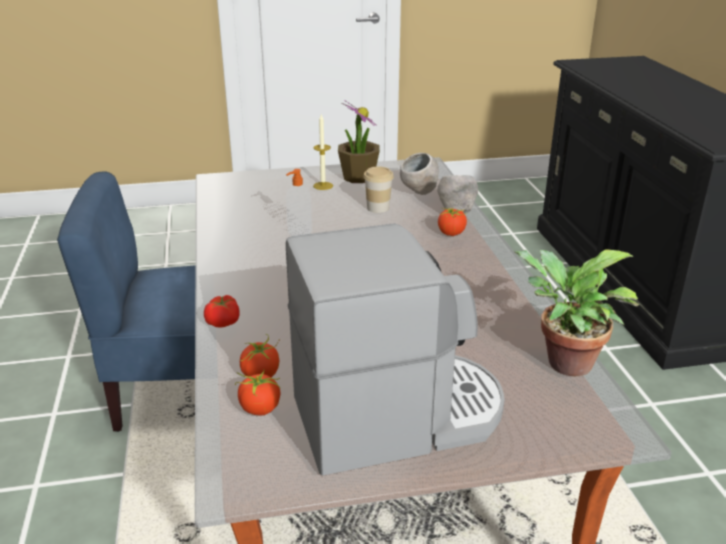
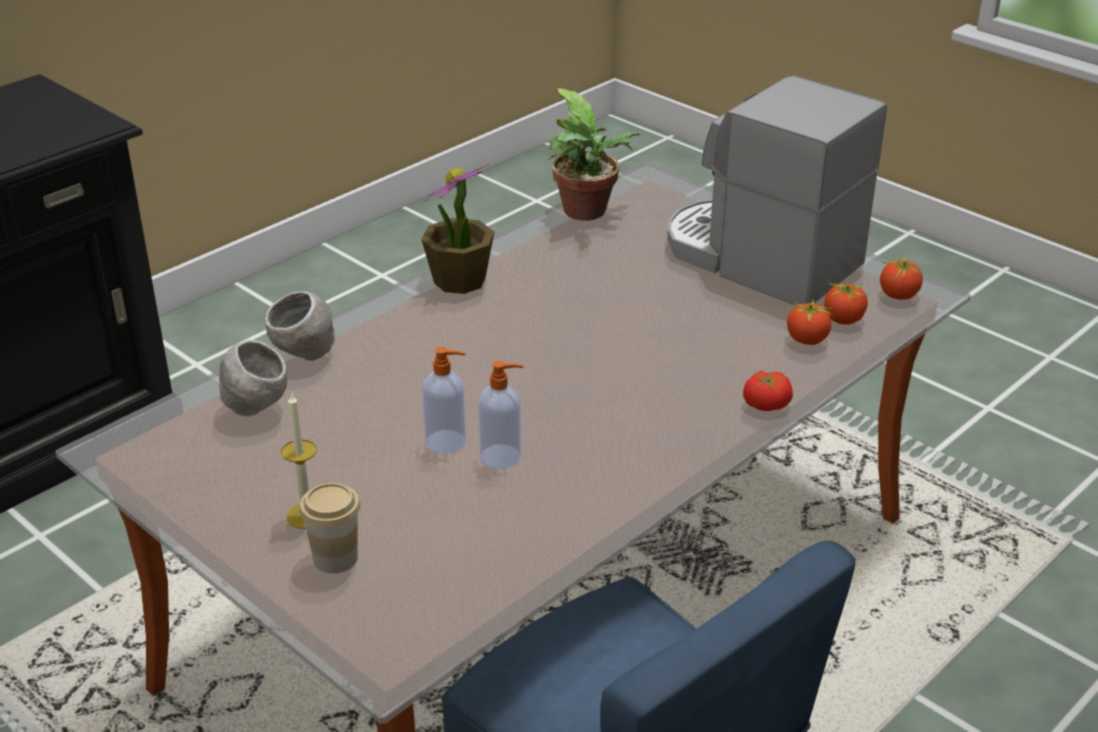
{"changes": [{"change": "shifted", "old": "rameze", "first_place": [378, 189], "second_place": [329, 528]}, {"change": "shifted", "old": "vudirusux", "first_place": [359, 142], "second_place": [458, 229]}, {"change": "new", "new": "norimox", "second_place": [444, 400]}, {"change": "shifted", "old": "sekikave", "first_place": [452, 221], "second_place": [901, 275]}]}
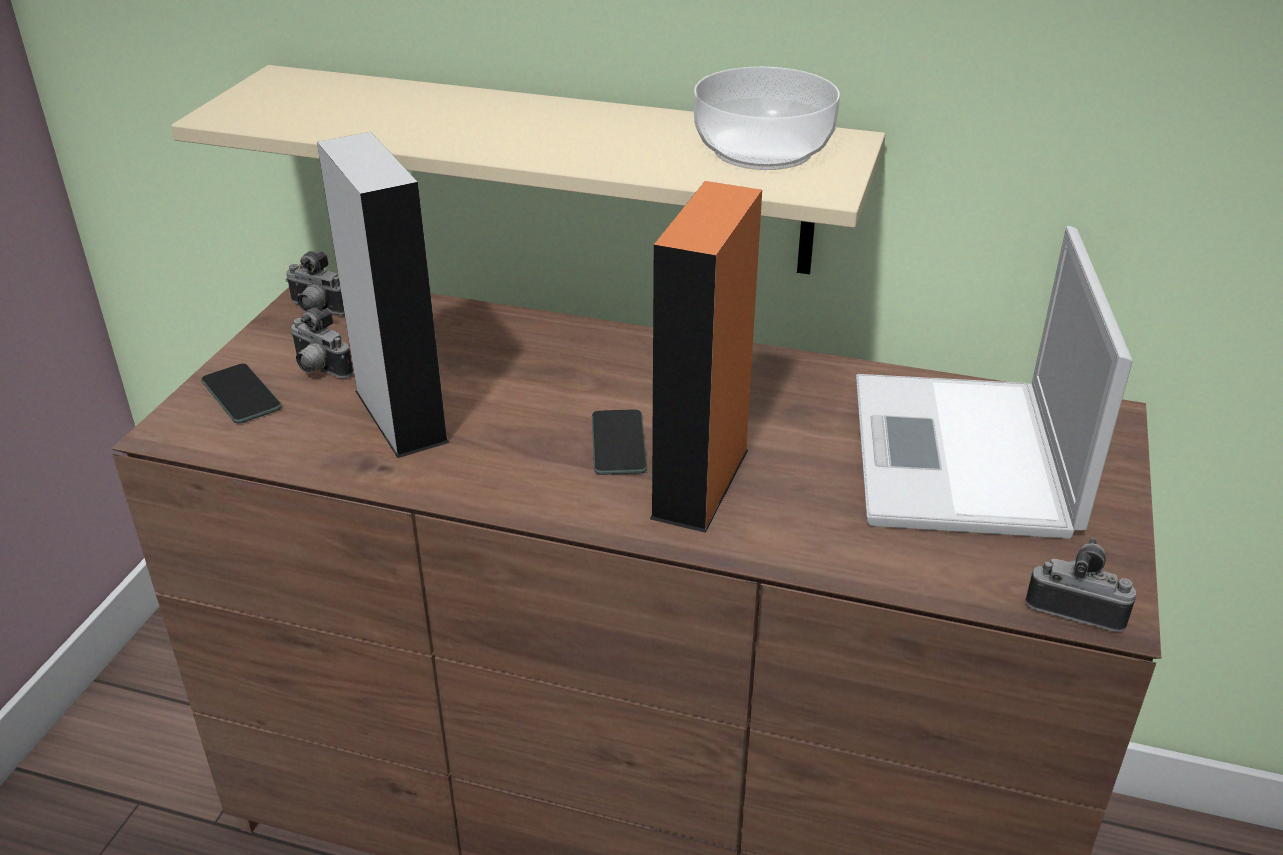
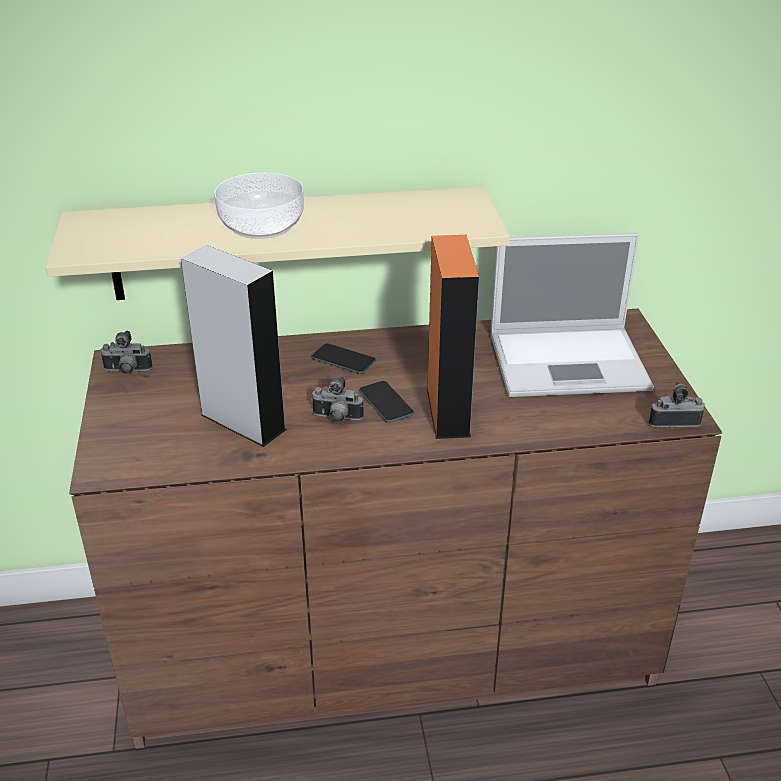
{"changes": [{"change": "shifted", "old": "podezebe", "first_place": [767, 118], "second_place": [259, 206]}, {"change": "shifted", "old": "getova", "first_place": [241, 394], "second_place": [343, 358]}, {"change": "shifted", "old": "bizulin", "first_place": [322, 343], "second_place": [337, 399]}, {"change": "rotated", "old": "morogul", "first_place": [994, 382], "second_place": [572, 315], "degrees": -75}]}
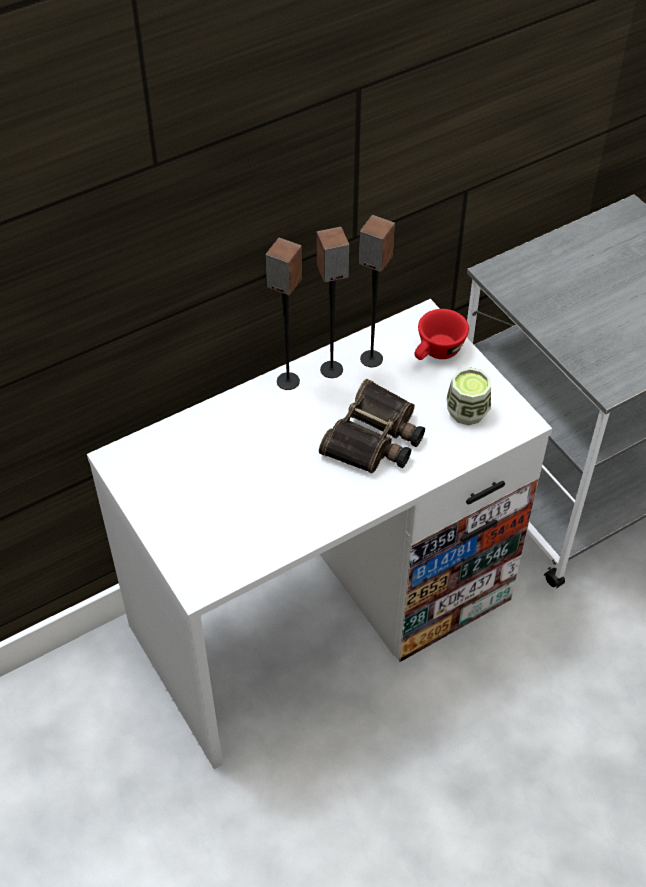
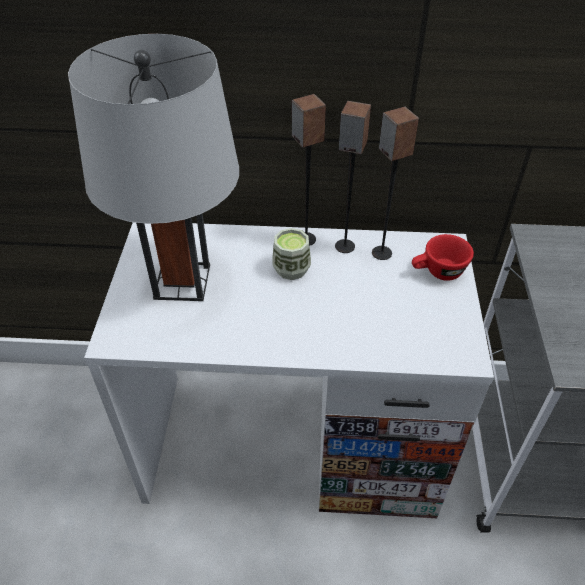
{"changes": [{"change": "new", "new": "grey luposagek", "second_place": [153, 167]}, {"change": "shifted", "old": "rameze", "first_place": [468, 396], "second_place": [291, 254]}, {"change": "gone", "old": "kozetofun", "first_place": [372, 426]}]}
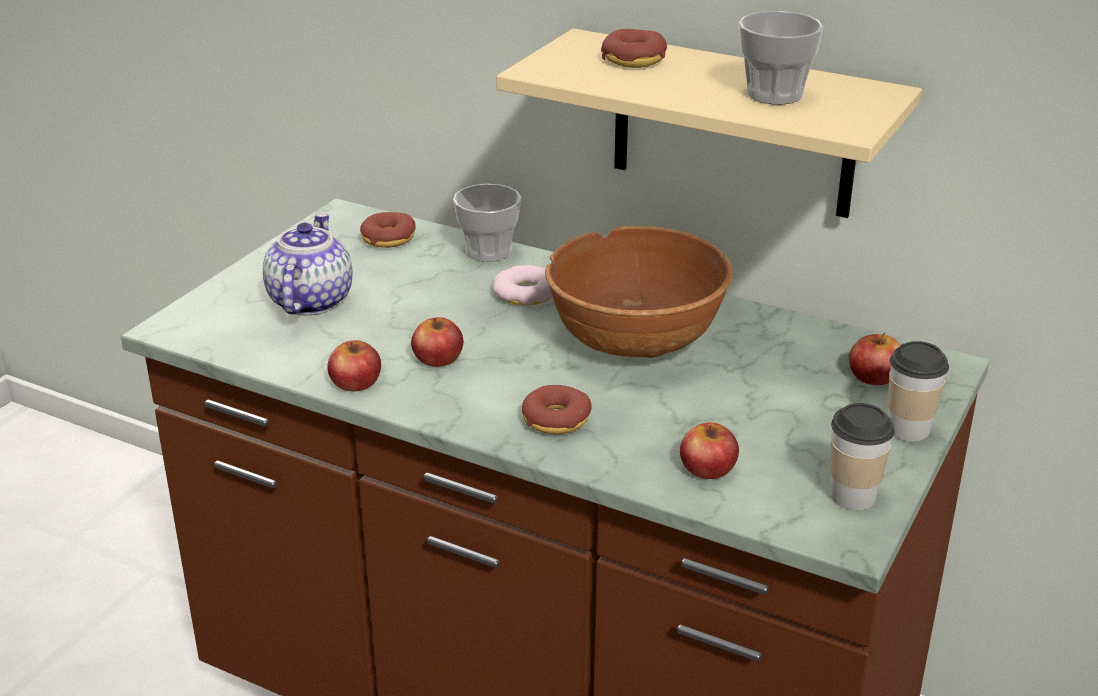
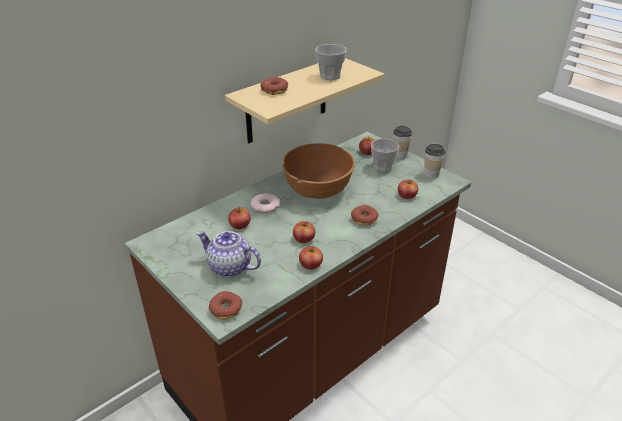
{"changes": [{"change": "shifted", "old": "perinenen", "first_place": [388, 230], "second_place": [225, 305]}, {"change": "new", "new": "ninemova", "second_place": [239, 218]}, {"change": "shifted", "old": "rameze", "first_place": [487, 223], "second_place": [385, 155]}]}
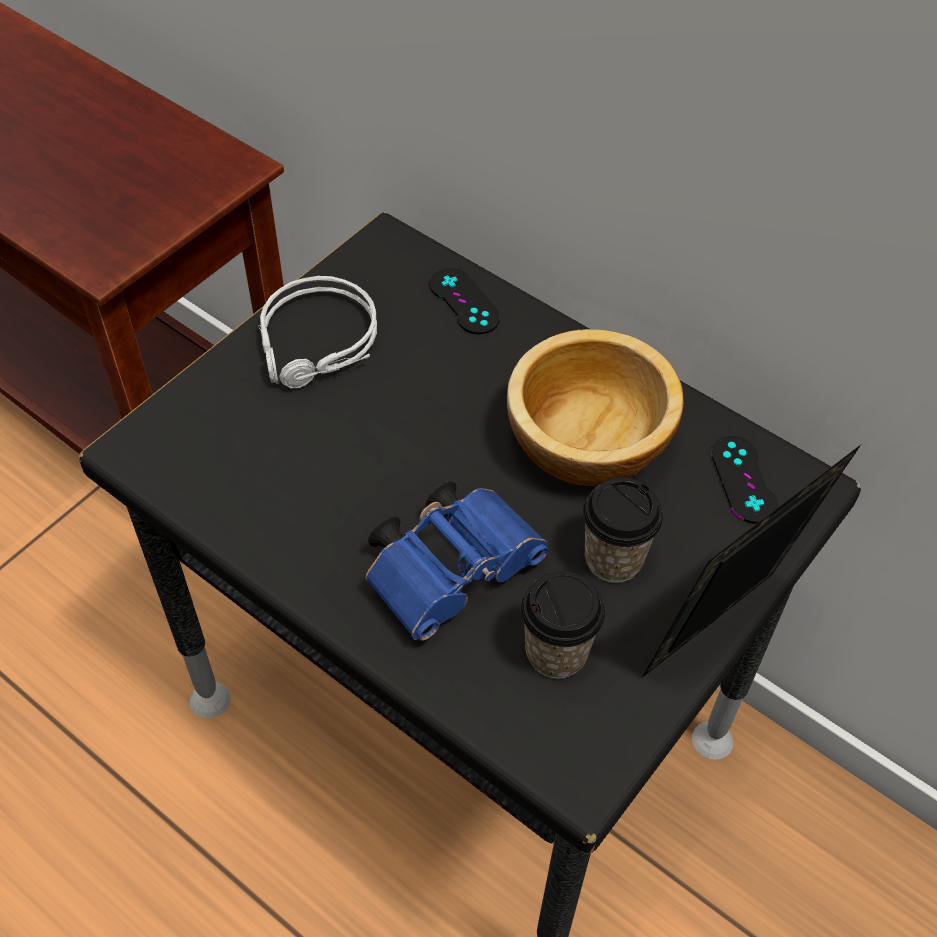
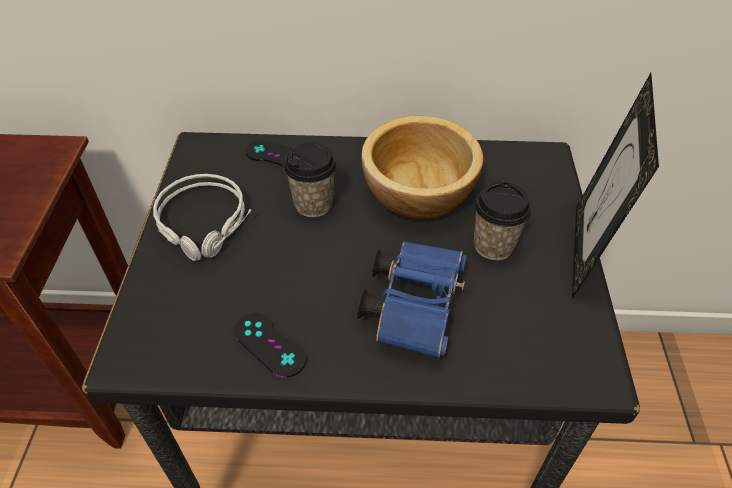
{"changes": [{"change": "shifted", "old": "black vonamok", "first_place": [744, 480], "second_place": [270, 345]}, {"change": "shifted", "old": "rameze", "first_place": [563, 625], "second_place": [310, 179]}]}
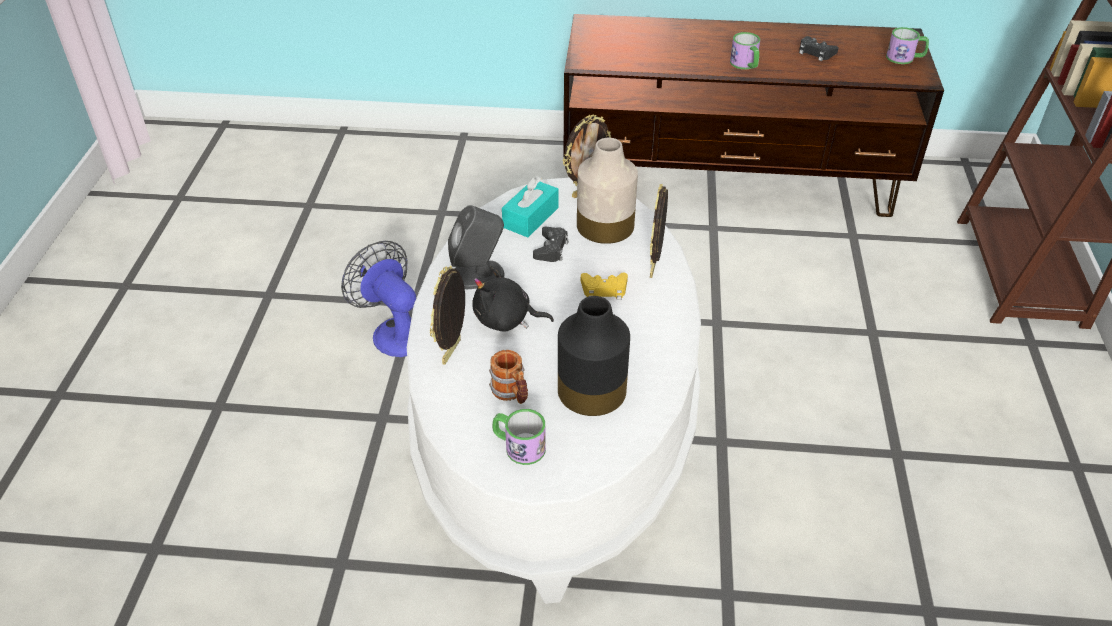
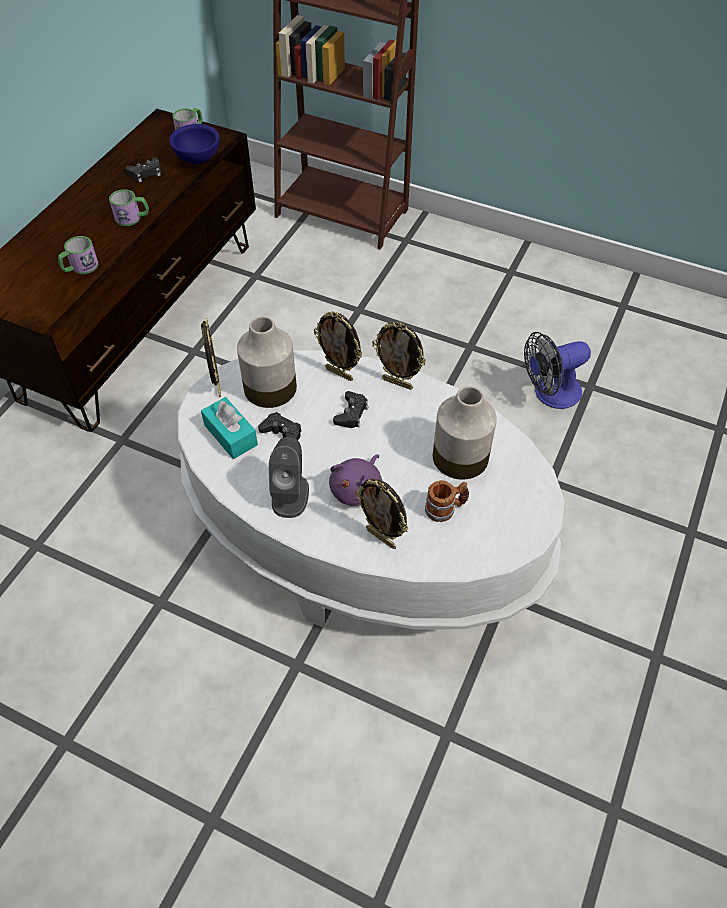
{"changes": [{"change": "shifted", "old": "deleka", "first_place": [519, 437], "second_place": [78, 255]}, {"change": "new", "new": "blue podezebe", "second_place": [194, 144]}, {"change": "repainted", "old": "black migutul", "new": "purple migutul", "first_place": [513, 299], "second_place": [355, 480]}, {"change": "repainted", "old": "yellow vonamok", "new": "black vonamok", "first_place": [604, 286], "second_place": [350, 409]}, {"change": "new", "new": "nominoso", "second_place": [399, 356]}, {"change": "repainted", "old": "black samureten", "new": "beige samureten", "first_place": [594, 356], "second_place": [465, 433]}, {"change": "shifted", "old": "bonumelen", "first_place": [378, 299], "second_place": [557, 370]}]}
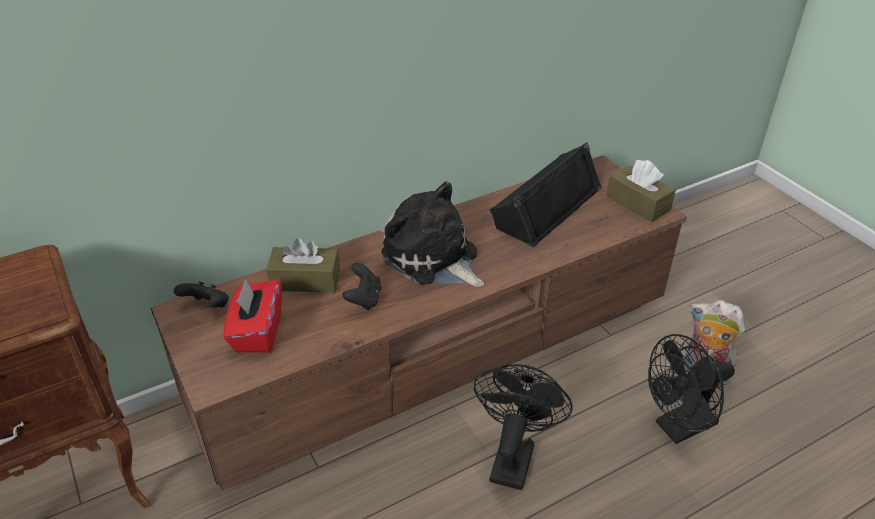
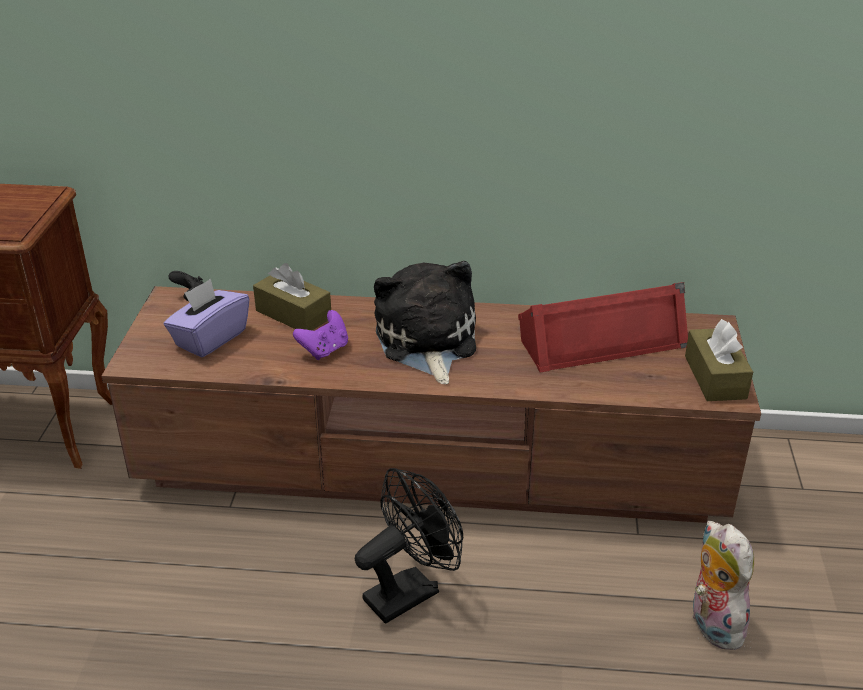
{"changes": [{"change": "repainted", "old": "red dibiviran", "new": "purple dibiviran", "first_place": [252, 315], "second_place": [207, 318]}, {"change": "repainted", "old": "black vonamok", "new": "purple vonamok", "first_place": [362, 286], "second_place": [320, 335]}, {"change": "repainted", "old": "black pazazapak", "new": "red pazazapak", "first_place": [546, 195], "second_place": [603, 327]}, {"change": "gone", "old": "black bonumelen", "first_place": [691, 389]}]}
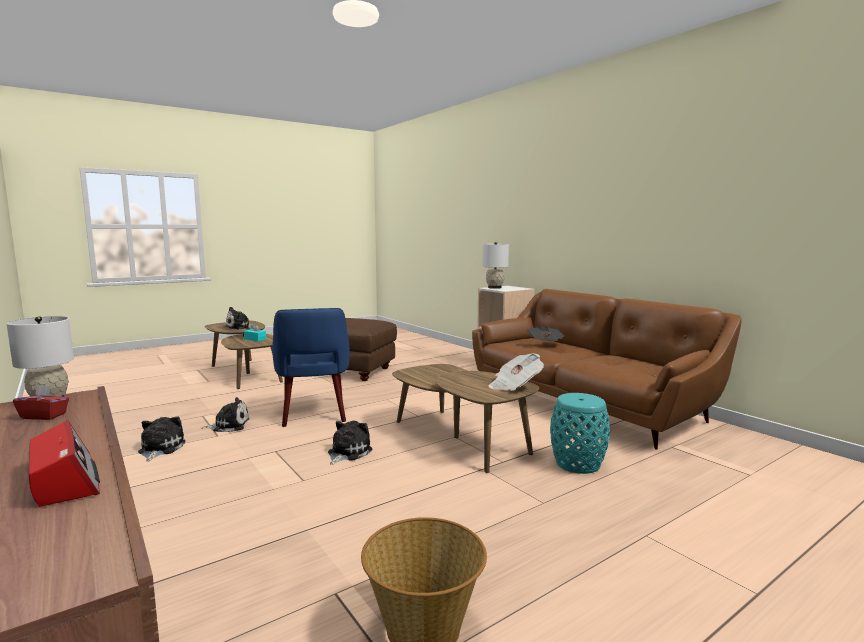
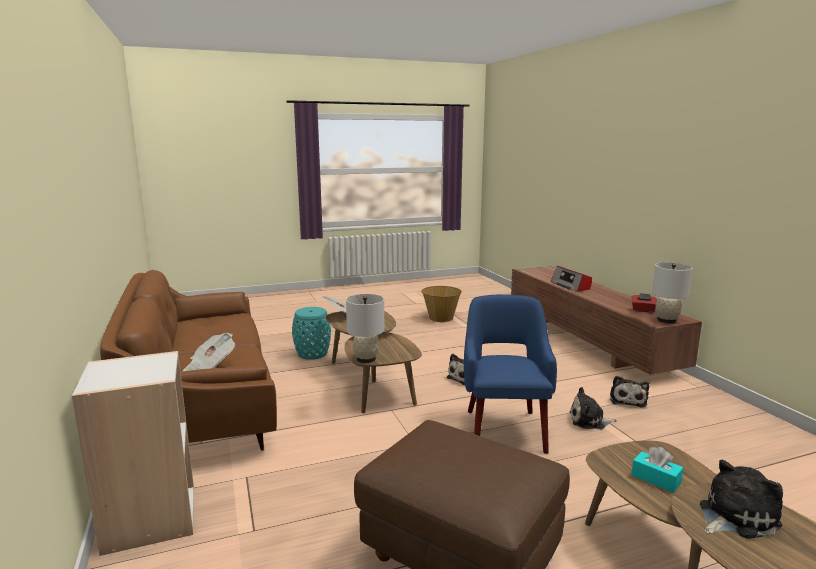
{"changes": [{"change": "shifted", "old": "white luposagek", "first_place": [495, 265], "second_place": [365, 328]}]}
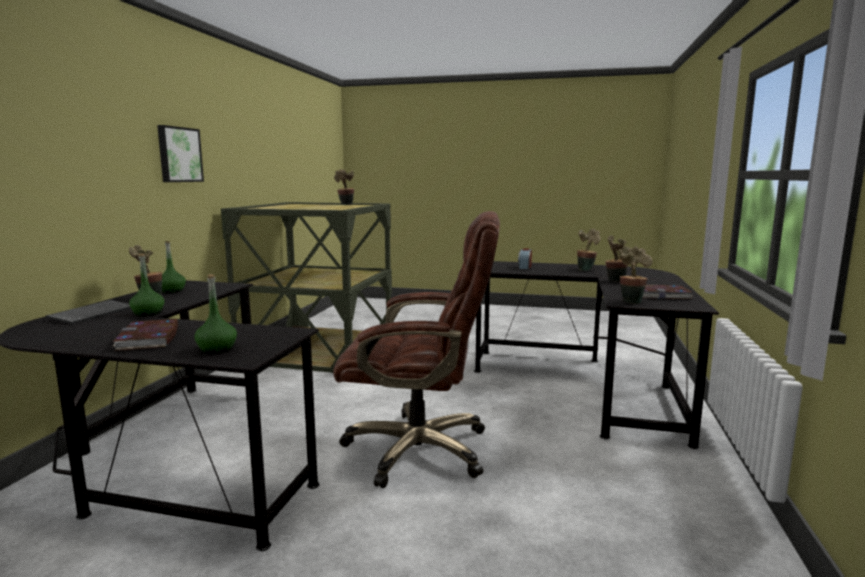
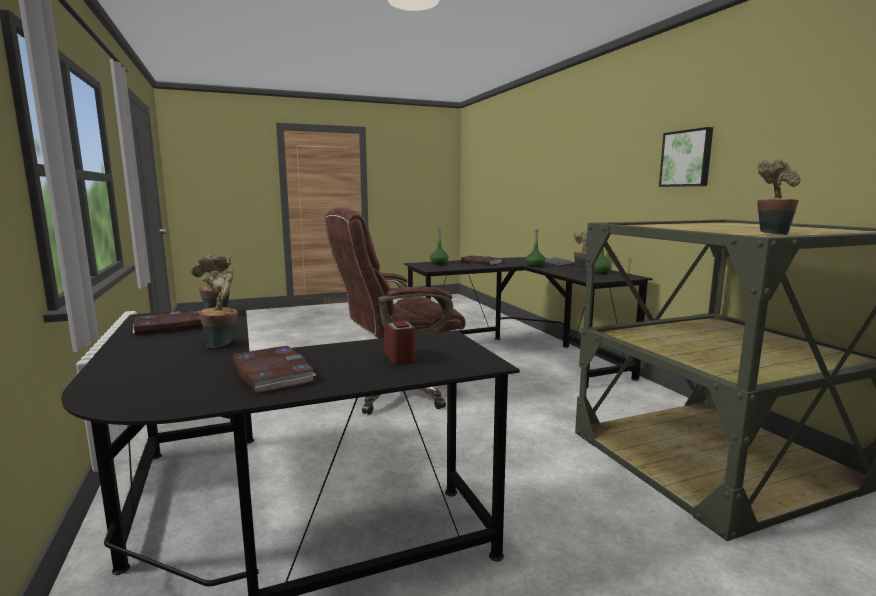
{"changes": [{"change": "swapped", "old": "vudirusux", "new": "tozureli", "first_place": [589, 250], "second_place": [274, 369]}]}
